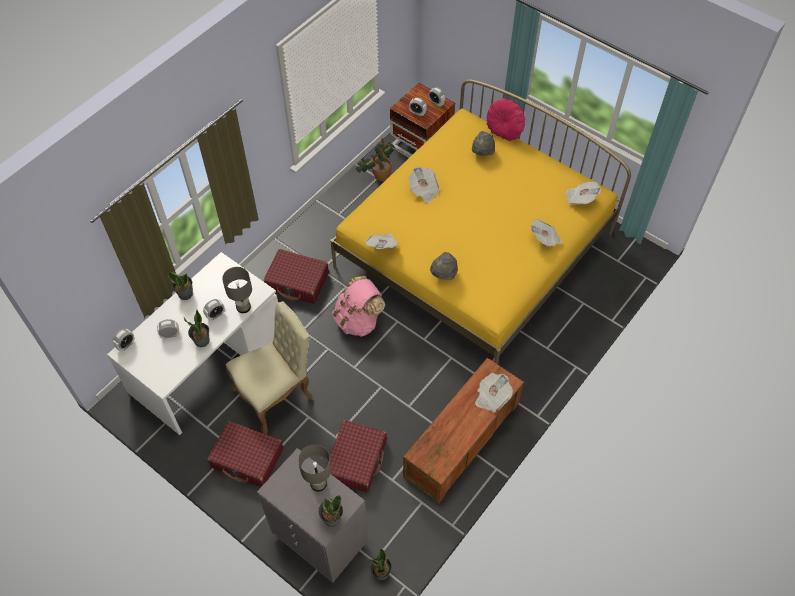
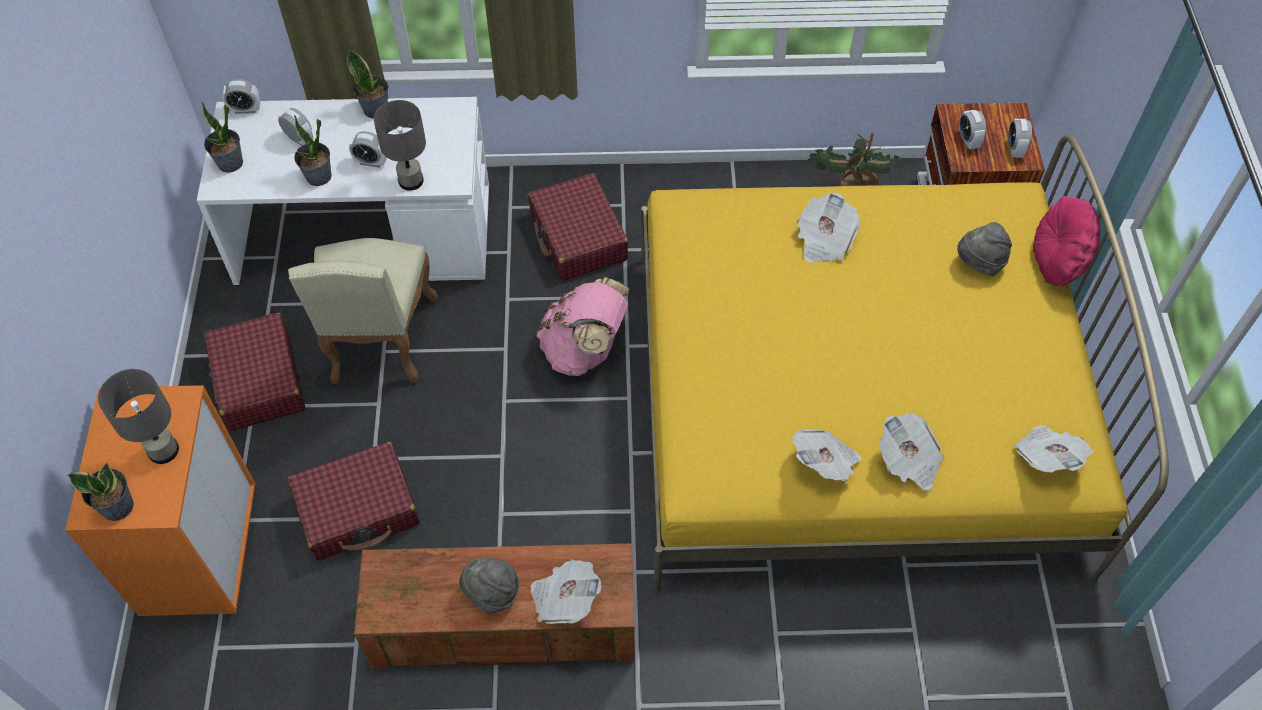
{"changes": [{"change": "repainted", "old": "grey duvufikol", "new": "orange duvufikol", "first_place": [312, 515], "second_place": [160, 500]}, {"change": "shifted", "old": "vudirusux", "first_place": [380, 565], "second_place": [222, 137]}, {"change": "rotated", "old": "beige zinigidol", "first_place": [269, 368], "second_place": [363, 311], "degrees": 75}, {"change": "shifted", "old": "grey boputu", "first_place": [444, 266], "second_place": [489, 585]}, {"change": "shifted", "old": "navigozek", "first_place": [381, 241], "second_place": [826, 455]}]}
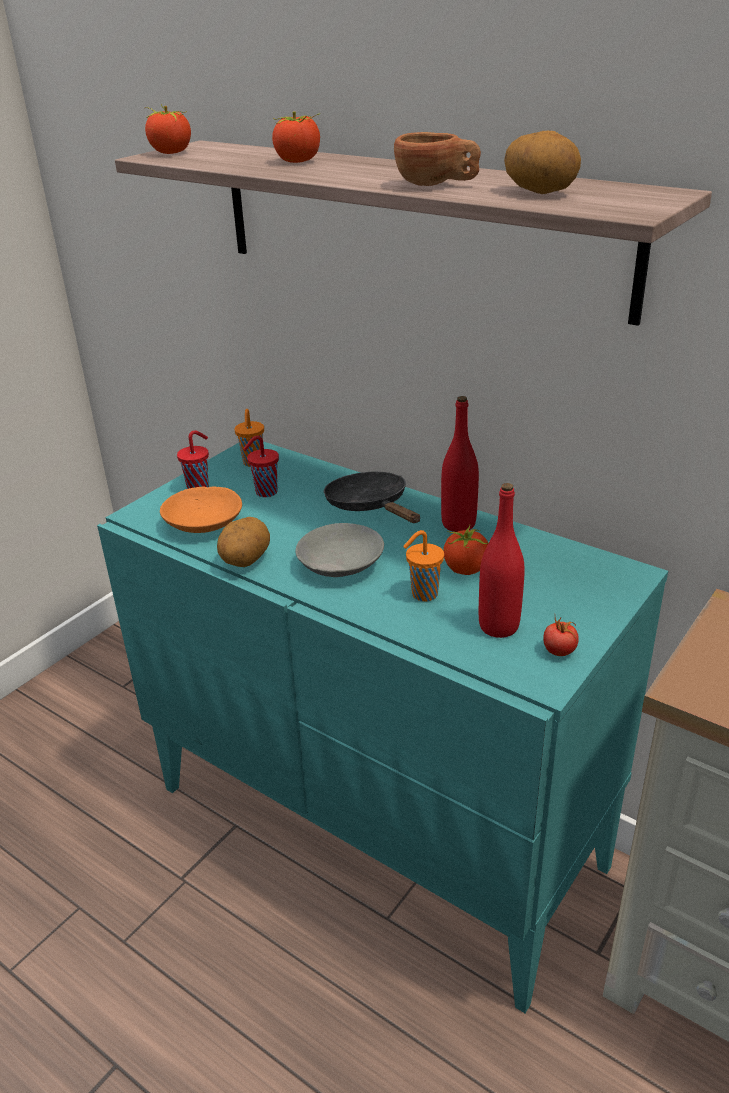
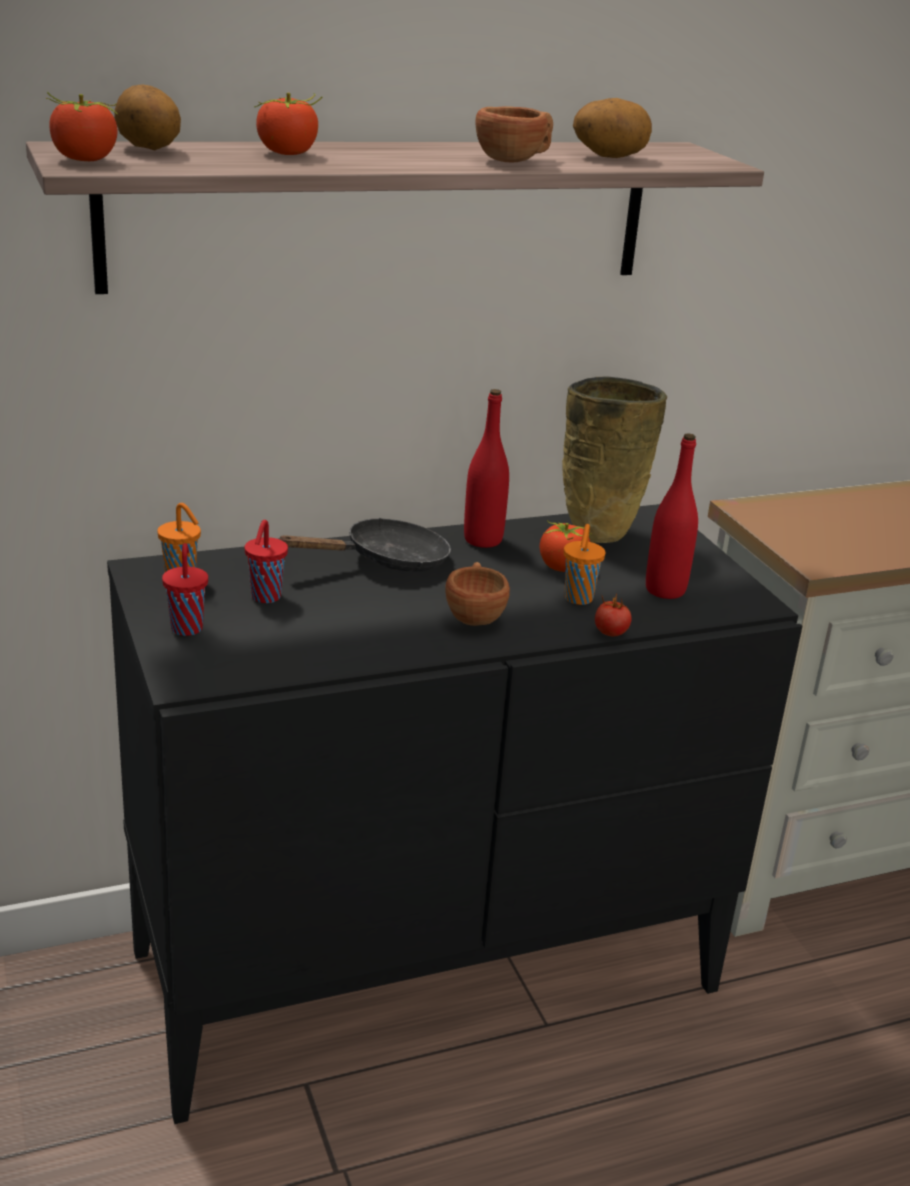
{"changes": [{"change": "repainted", "old": "turquoise duvufikol", "new": "black duvufikol", "first_place": [382, 727], "second_place": [454, 814]}, {"change": "shifted", "old": "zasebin", "first_place": [243, 542], "second_place": [147, 117]}, {"change": "rotated", "old": "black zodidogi", "first_place": [372, 497], "second_place": [364, 545], "degrees": 150}, {"change": "swapped", "old": "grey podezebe", "new": "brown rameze", "first_place": [339, 550], "second_place": [477, 594]}, {"change": "new", "new": "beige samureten", "second_place": [614, 460]}, {"change": "shifted", "old": "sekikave", "first_place": [561, 637], "second_place": [613, 615]}, {"change": "gone", "old": "orange podezebe", "first_place": [201, 509]}]}
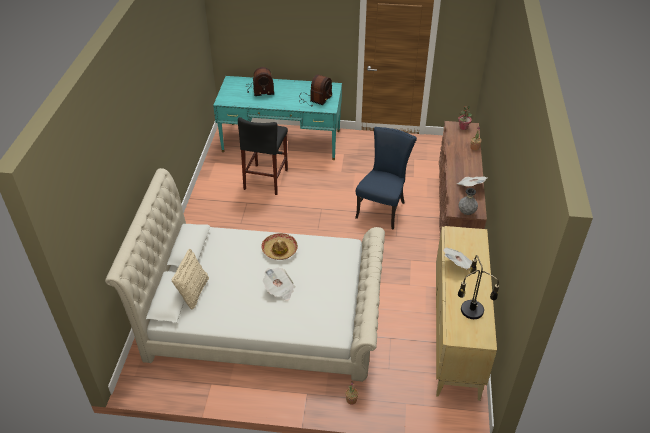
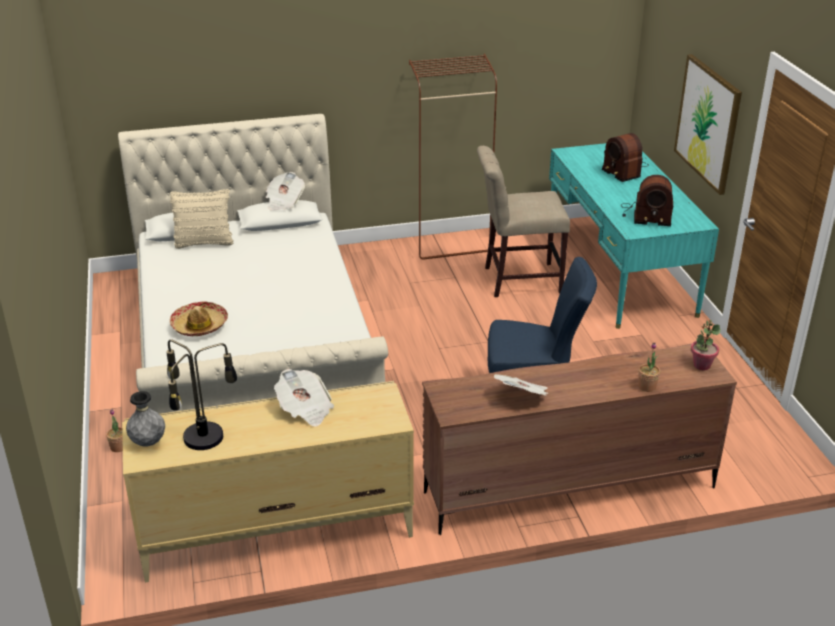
{"changes": [{"change": "shifted", "old": "grey samureten", "first_place": [468, 201], "second_place": [145, 418]}, {"change": "shifted", "old": "boputu", "first_place": [279, 246], "second_place": [199, 318]}, {"change": "shifted", "old": "navigozek", "first_place": [279, 284], "second_place": [285, 191]}, {"change": "new", "new": "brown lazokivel", "second_place": [453, 156]}, {"change": "swapped", "old": "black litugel", "new": "beige zinigidol", "first_place": [263, 156], "second_place": [523, 221]}, {"change": "new", "new": "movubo", "second_place": [708, 124]}]}
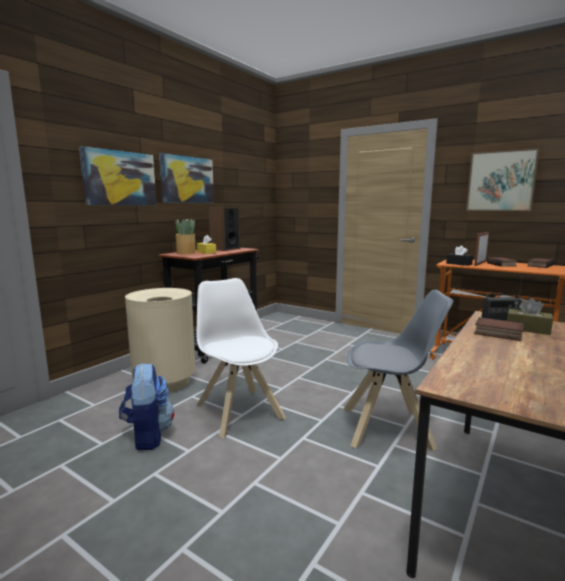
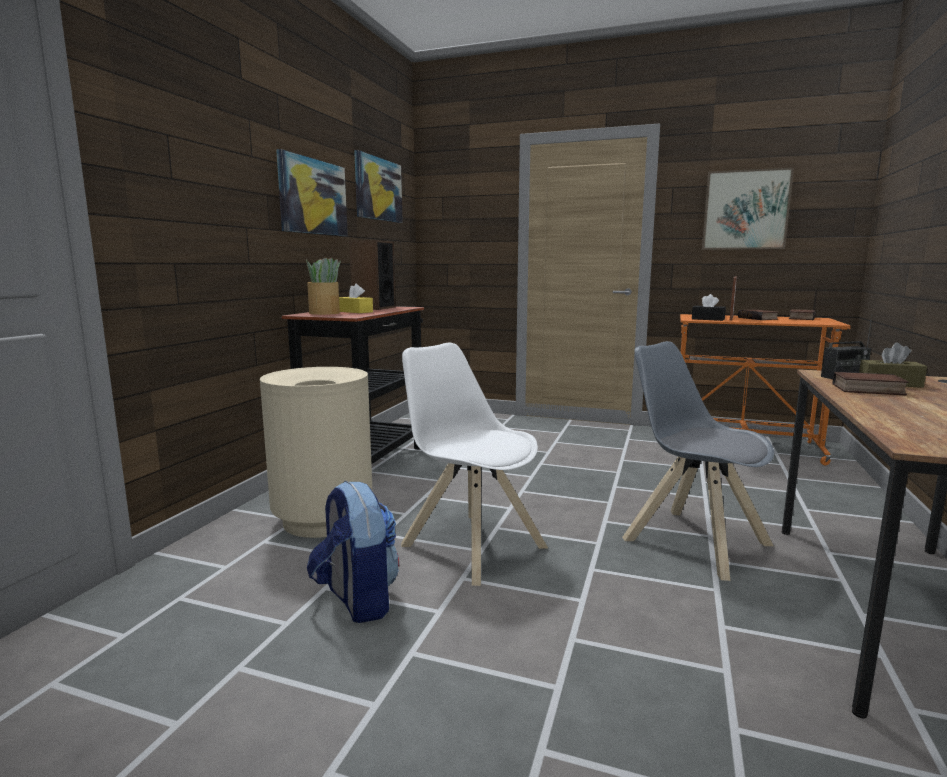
{"changes": [{"change": "shifted", "old": "movubo", "first_place": [118, 175], "second_place": [378, 186]}, {"change": "rotated", "old": "grey zinigidol", "first_place": [399, 370], "second_place": [698, 461], "degrees": -120}]}
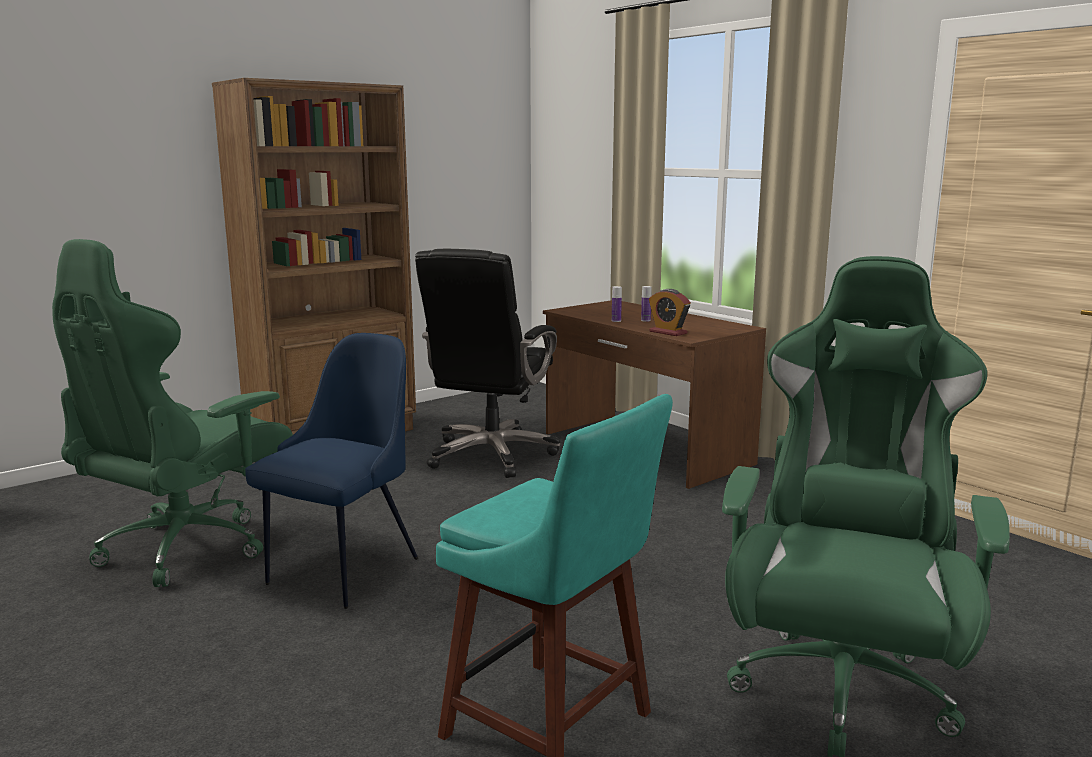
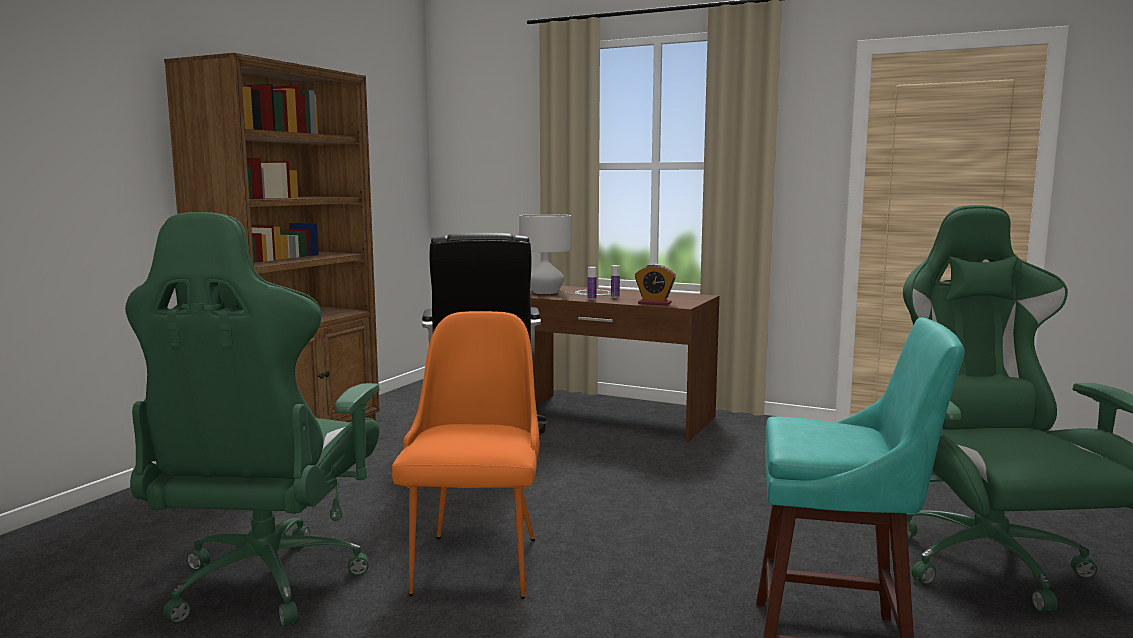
{"changes": [{"change": "repainted", "old": "blue zinigidol", "new": "orange zinigidol", "first_place": [331, 471], "second_place": [466, 455]}, {"change": "new", "new": "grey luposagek", "second_place": [565, 255]}]}
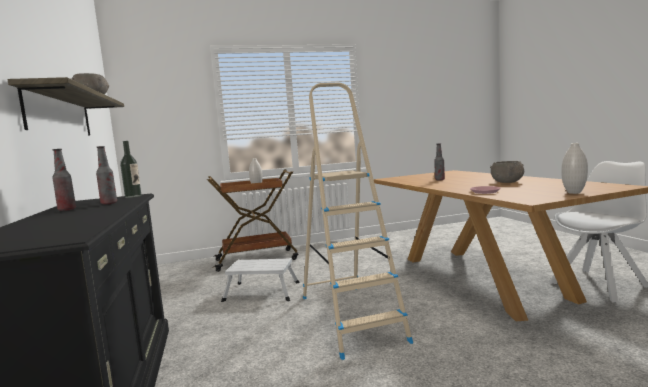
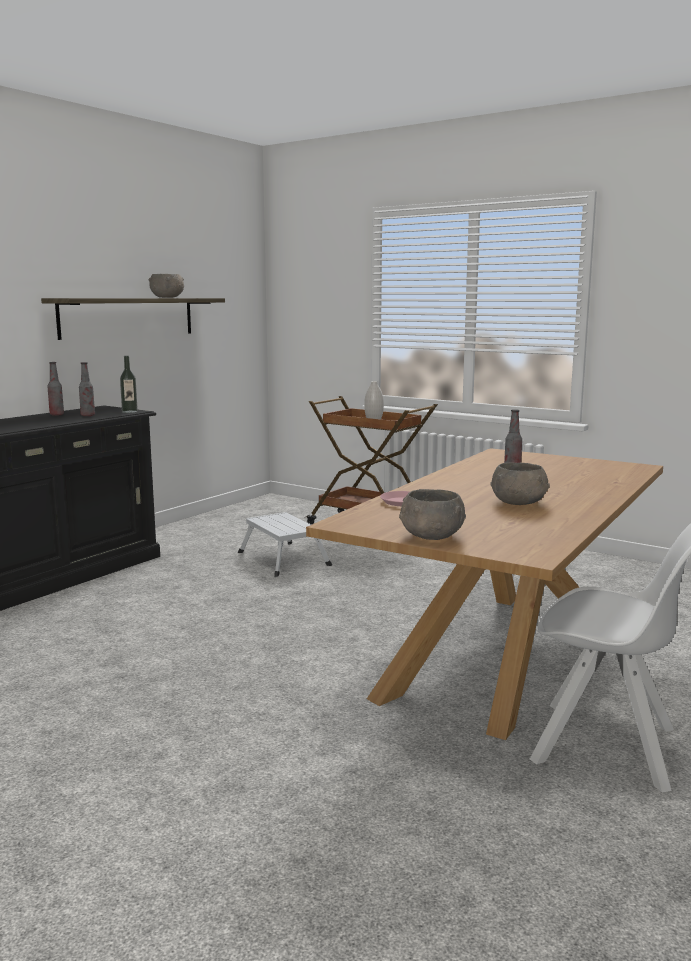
{"changes": [{"change": "swapped", "old": "white samureten", "new": "grey podezebe", "first_place": [574, 168], "second_place": [432, 514]}, {"change": "gone", "old": "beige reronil", "first_place": [358, 221]}]}
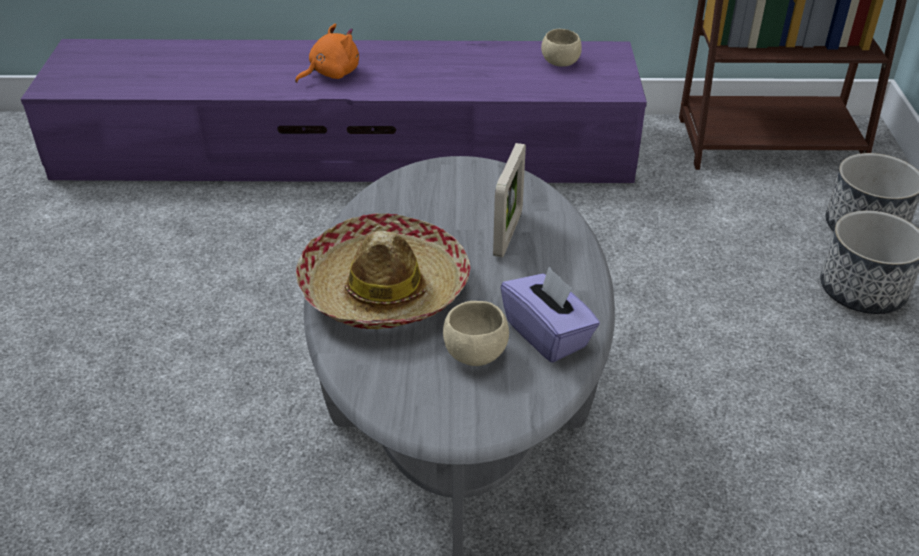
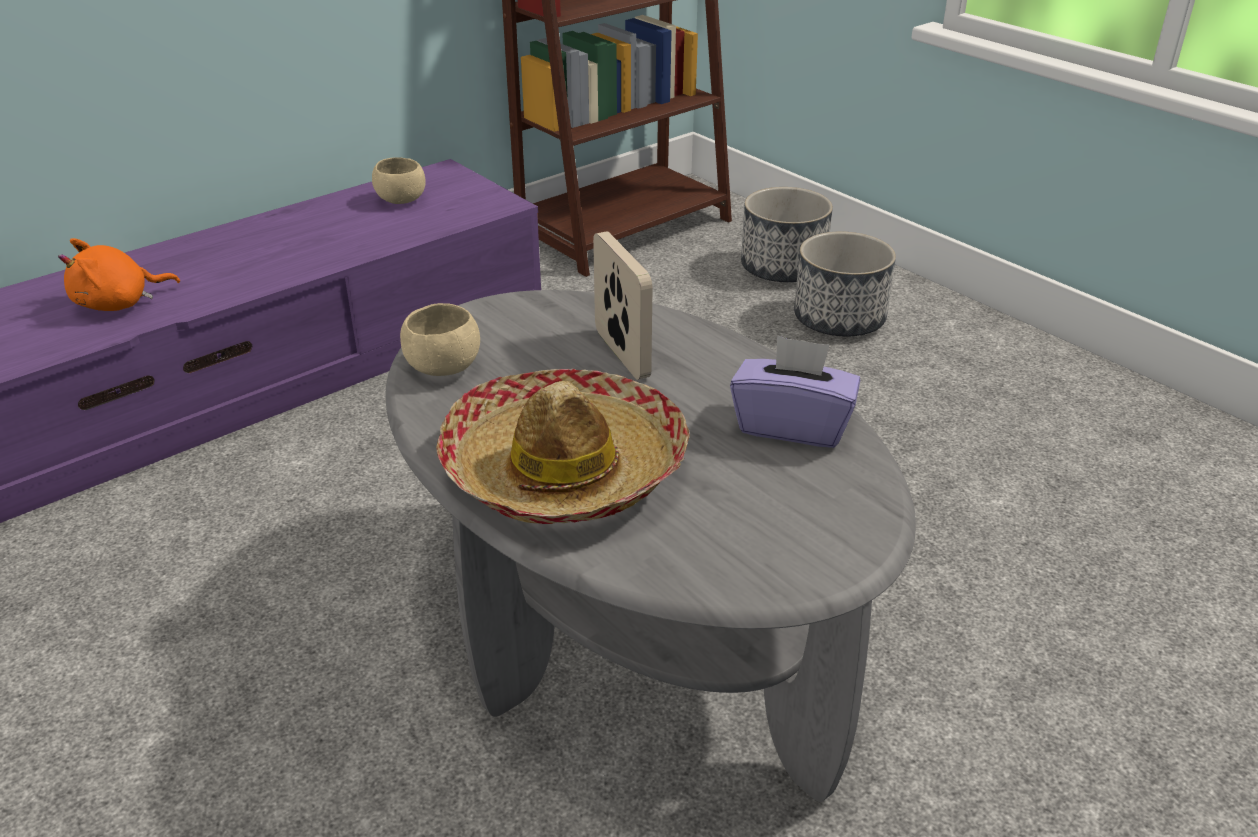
{"changes": [{"change": "rotated", "old": "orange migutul", "first_place": [327, 53], "second_place": [119, 274], "degrees": -135}, {"change": "shifted", "old": "beige podezebe", "first_place": [476, 333], "second_place": [440, 339]}]}
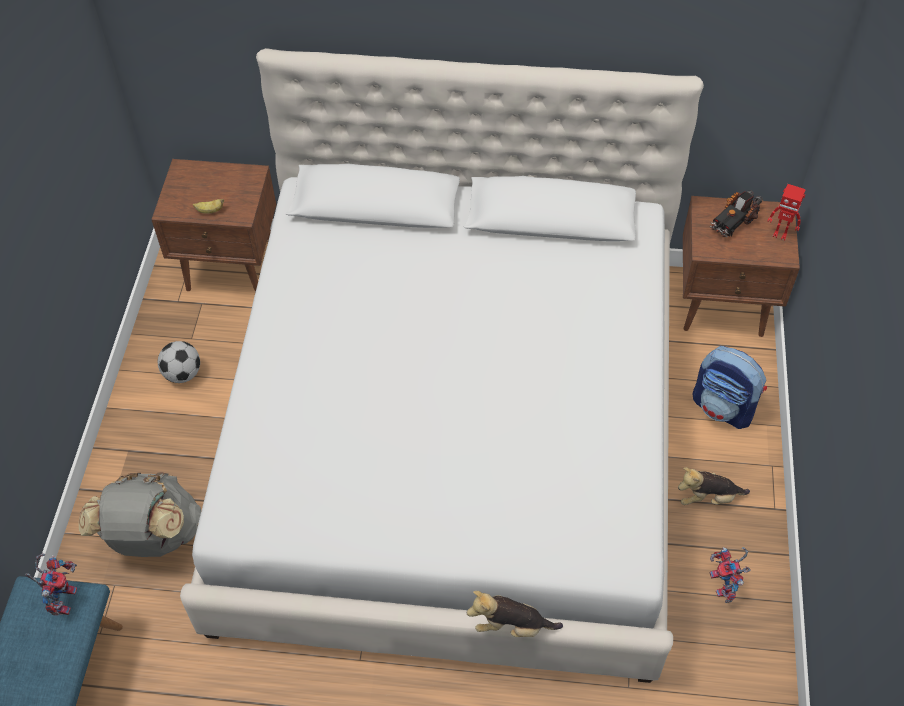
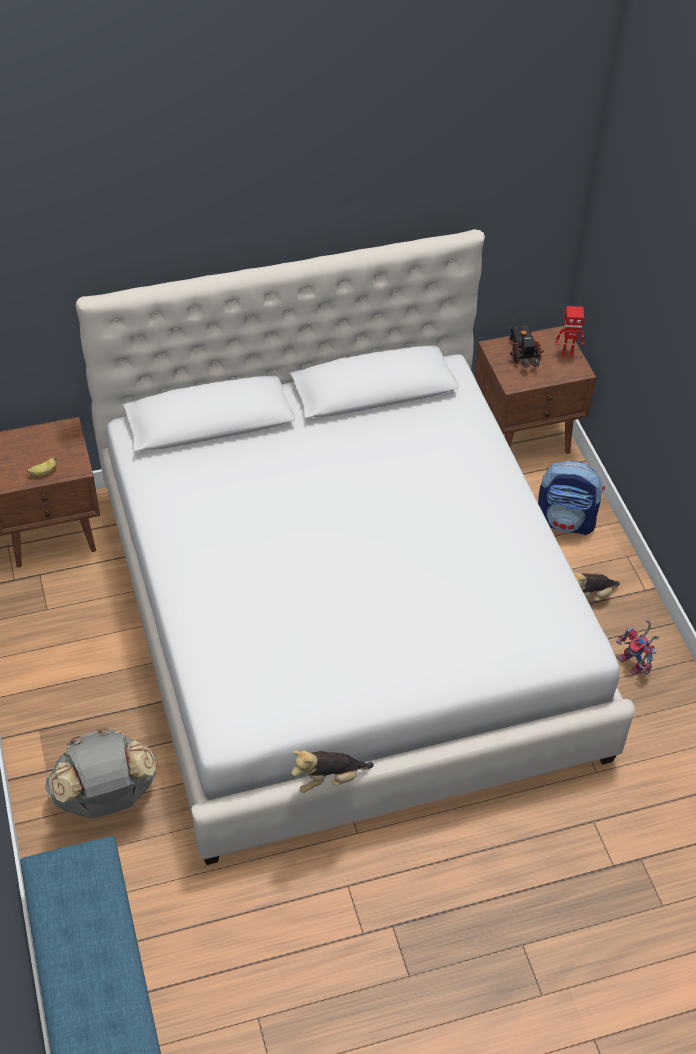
{"changes": [{"change": "shifted", "old": "migutul", "first_place": [515, 614], "second_place": [332, 771]}, {"change": "rotated", "old": "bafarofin", "first_place": [736, 213], "second_place": [526, 342], "degrees": 150}, {"change": "gone", "old": "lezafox", "first_place": [51, 584]}, {"change": "gone", "old": "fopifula", "first_place": [179, 362]}]}
